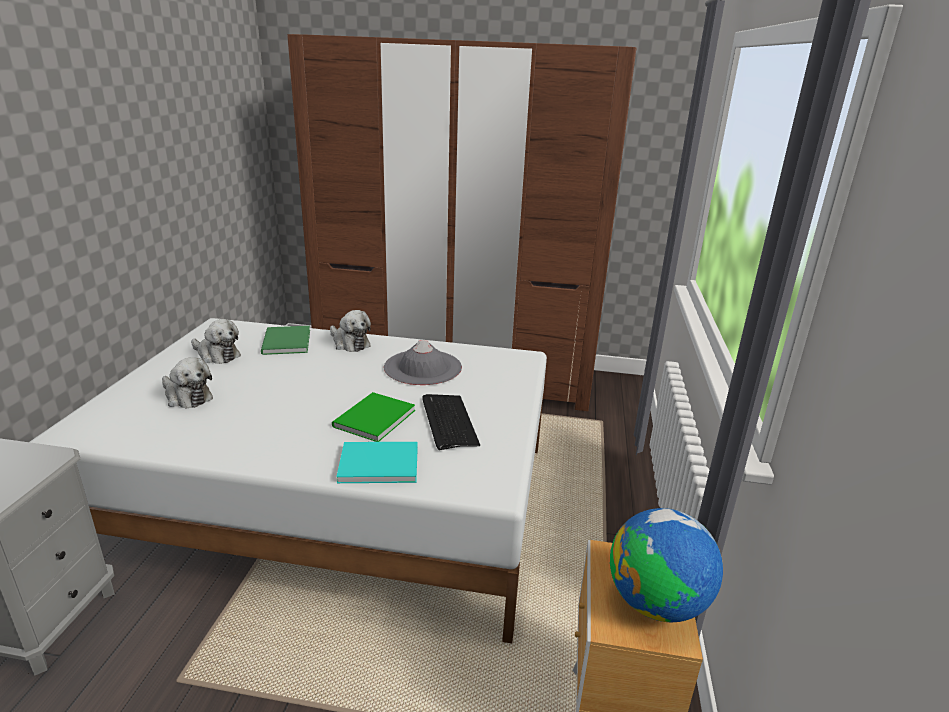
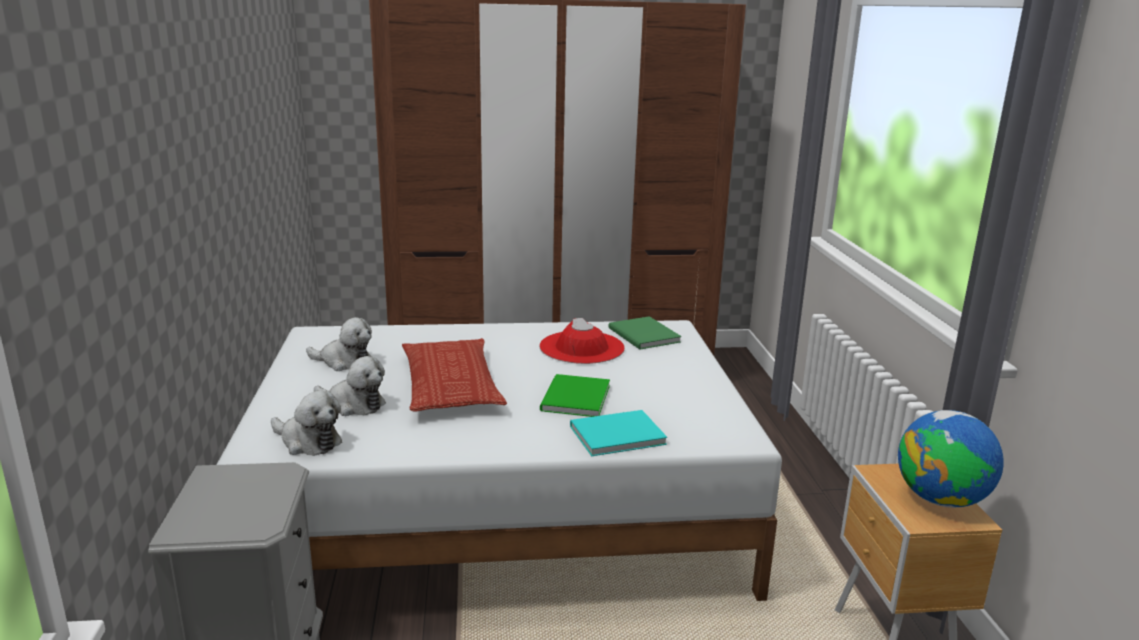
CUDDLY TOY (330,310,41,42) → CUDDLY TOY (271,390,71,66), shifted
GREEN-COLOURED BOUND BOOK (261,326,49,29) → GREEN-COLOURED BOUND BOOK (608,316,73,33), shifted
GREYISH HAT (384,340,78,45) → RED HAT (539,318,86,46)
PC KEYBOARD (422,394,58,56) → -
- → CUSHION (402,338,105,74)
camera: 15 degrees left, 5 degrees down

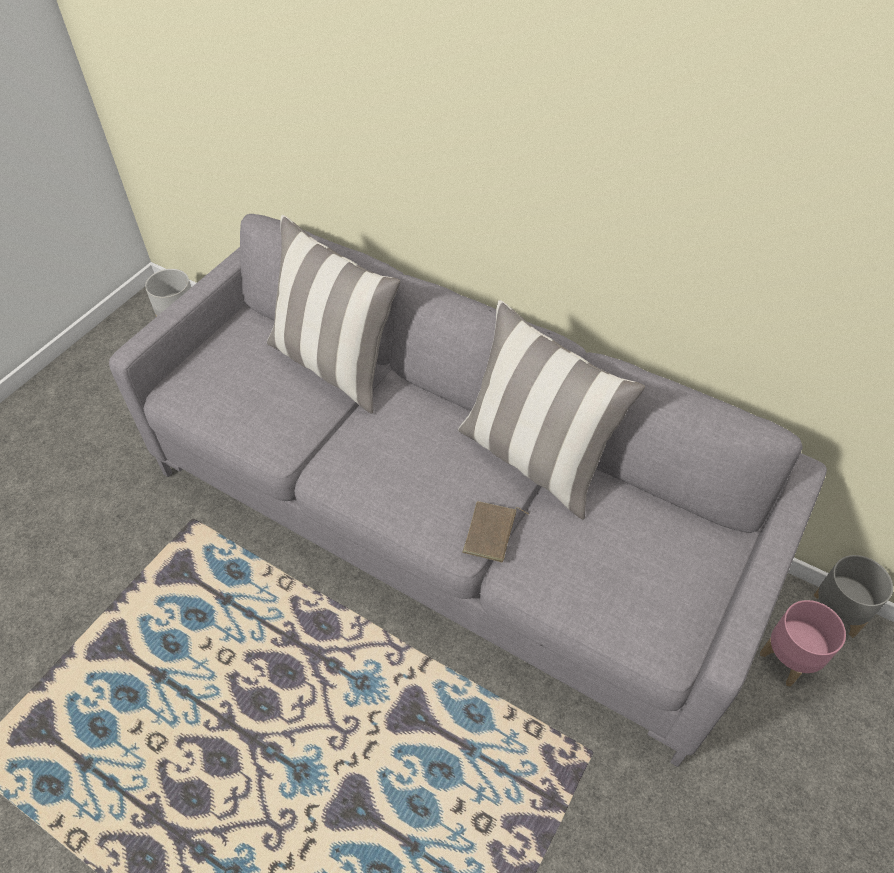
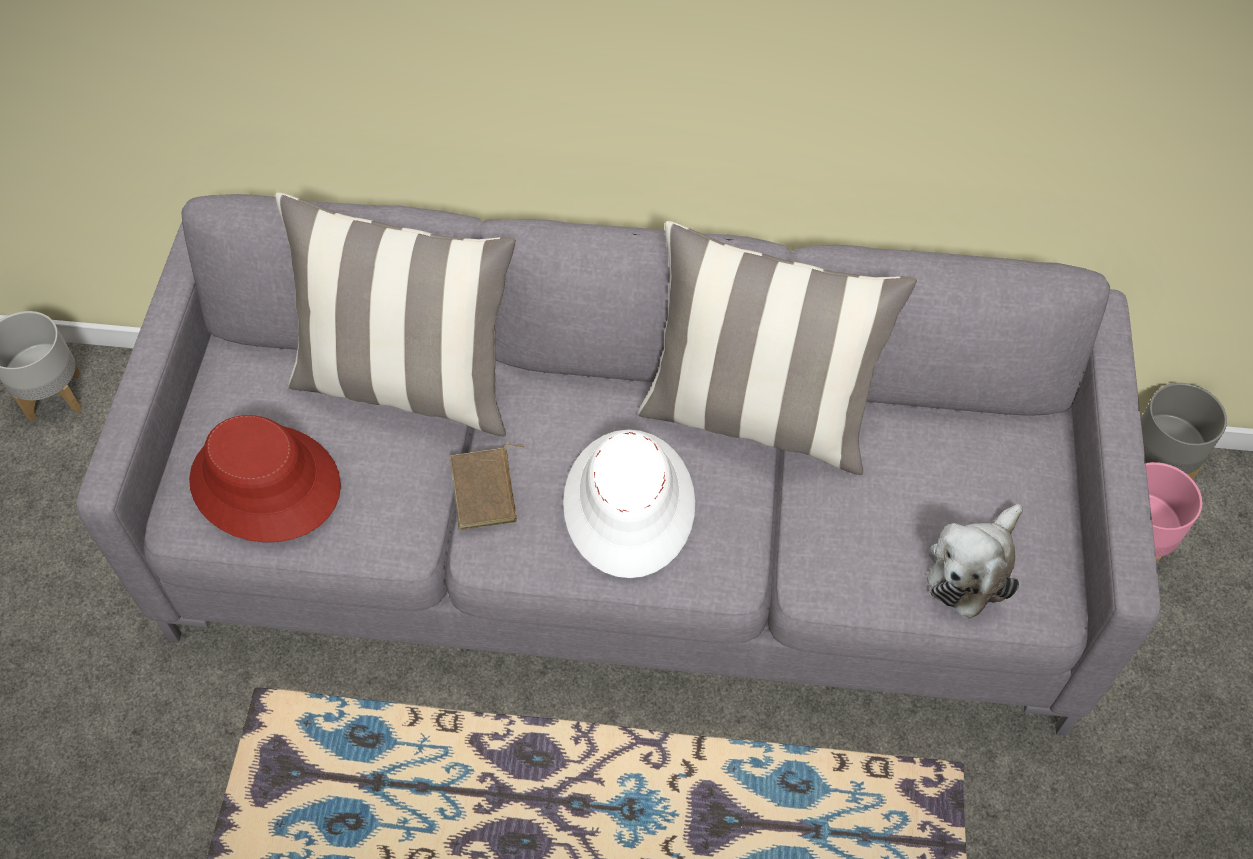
BROWN-COLOURED BOUND BOOK (462,501,67,61) → BROWN-COLOURED BOUND BOOK (450,444,75,86), shifted
- → RED HAT (189,415,152,127)
- → WHITE-COLOURED HAT (563,430,132,148)
- → CUDDLY TOY (928,504,95,115)
camera: 25 degrees left, 5 degrees up

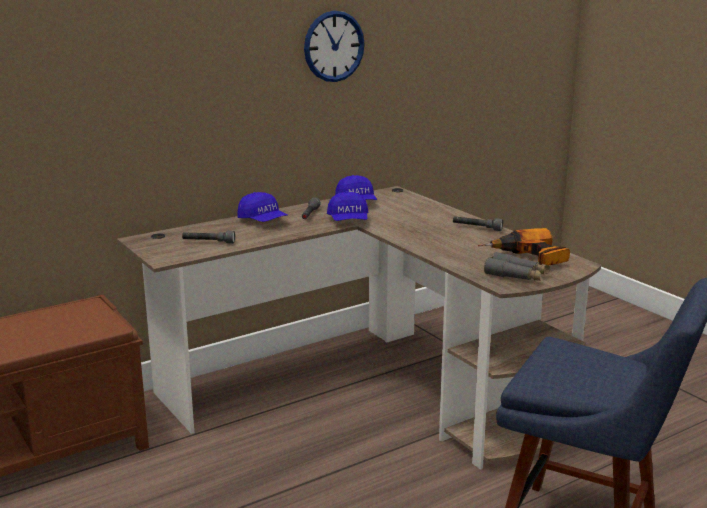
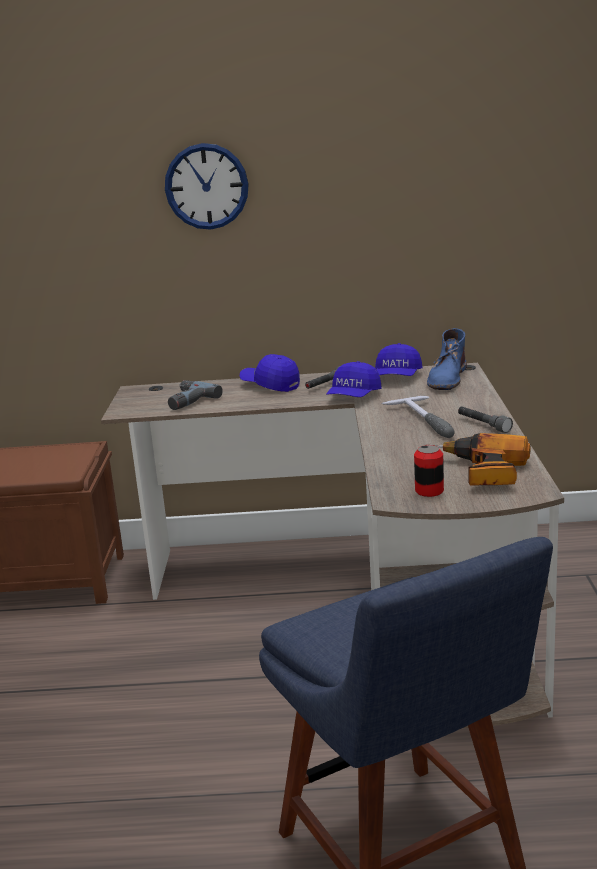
HANGING CLOCK (304,11,61,71) → HANGING CLOCK (165,143,84,87), shifted
BLUE PEAKED CAP (238,192,50,30) → BLUE PEAKED CAP (240,354,60,38), 135 degrees clockwise
GREYISH FLASHLIGHT (182,230,53,14) → DRILL (168,380,55,30)
GREYISH FIELD GLASSES (484,252,66,29) → CAN (414,445,30,52)
- → BLUE BOOT (427,328,40,62)
- → TOOL HAMMER (381,396,74,42)
camera: 35 degrees right, 0 degrees up

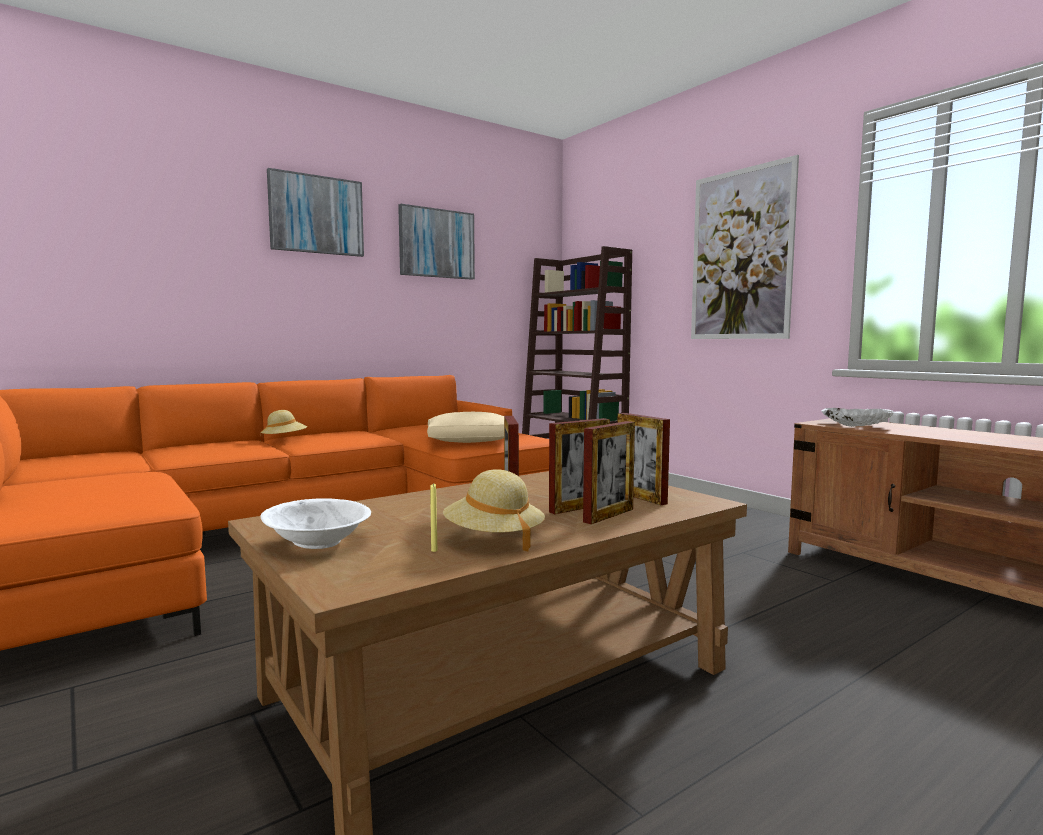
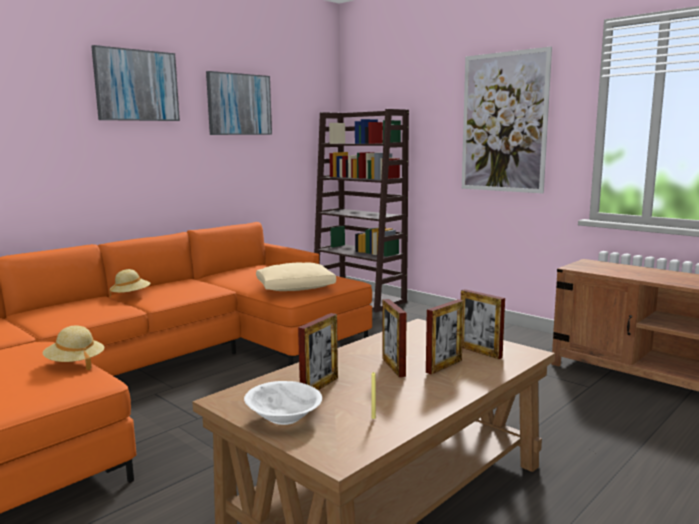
WHITE-COLOURED SERVING BOWL (821,408,73,19) → -
PHOTO FRAME (583,421,52,103) → PHOTO FRAME (298,313,40,77), shifted
SAND-COLOURED HAT (443,469,102,82) → SAND-COLOURED HAT (43,325,61,45), shifted
camera: 10 degrees left, 5 degrees up

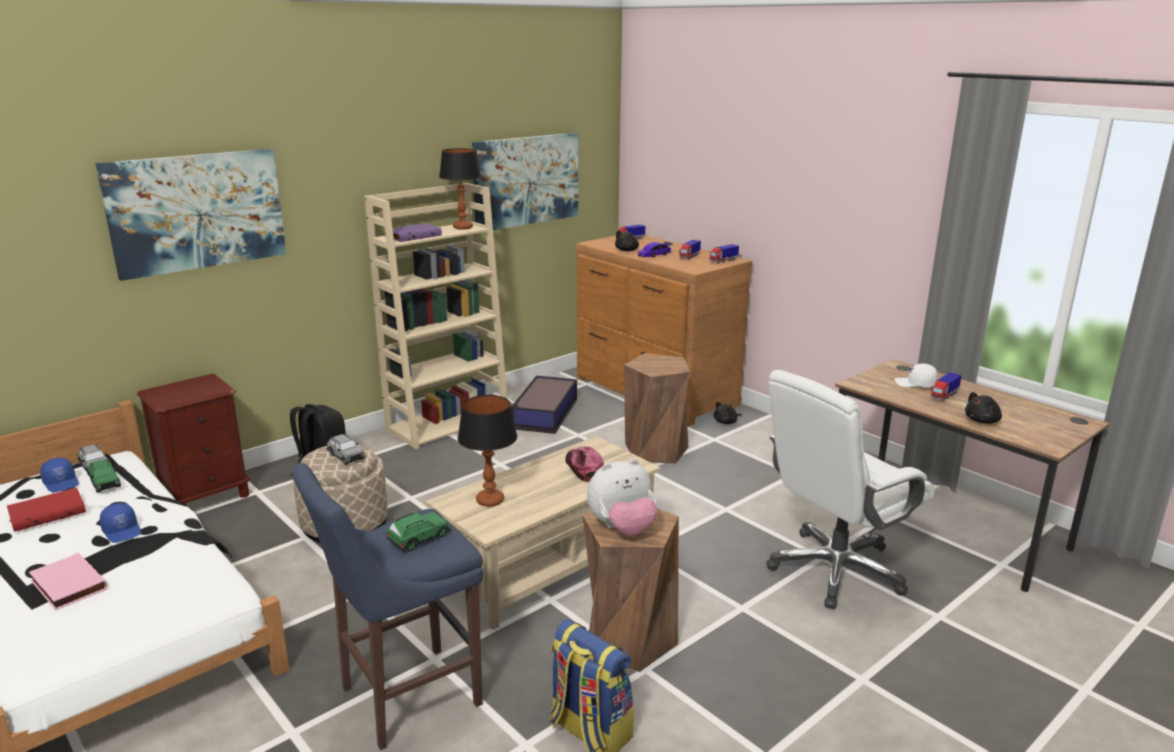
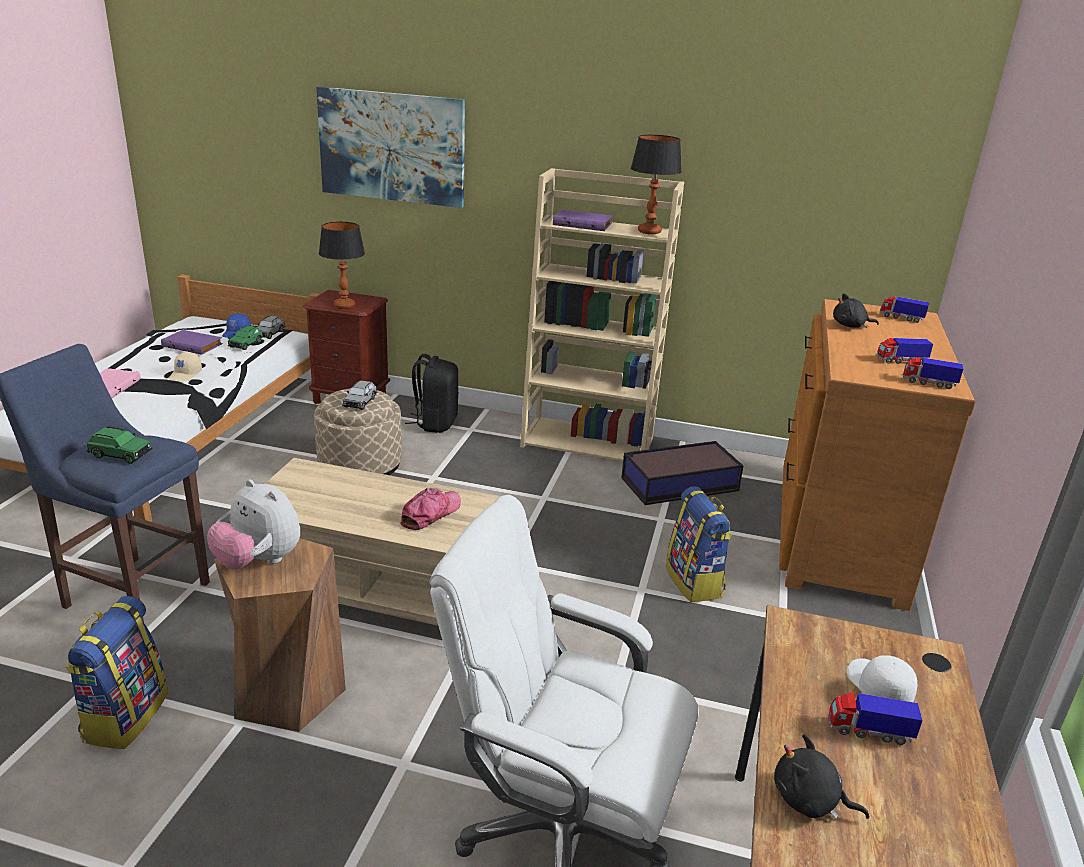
WALL PICTURE (472,133,106,97) → -
TOY CAR (638,242,35,16) → -
BROWN-COLOURED STOOL (624,353,66,111) → BACKPACK (666,486,66,116)
TABLE LAMP (458,395,59,112) → TABLE LAMP (319,222,46,87), shifted
BLACK CUDDLY TOY (714,402,28,22) → -
RED BOUND BOOK (7,487,79,45) → PURPLE-COLOURED BOUND BOOK (161,330,62,25)
BLUE PEAKED CAP (100,503,41,40) → SAND-COLOURED PEAKED CAP (168,352,34,29)
camera: 55 degrees right, 5 degrees up

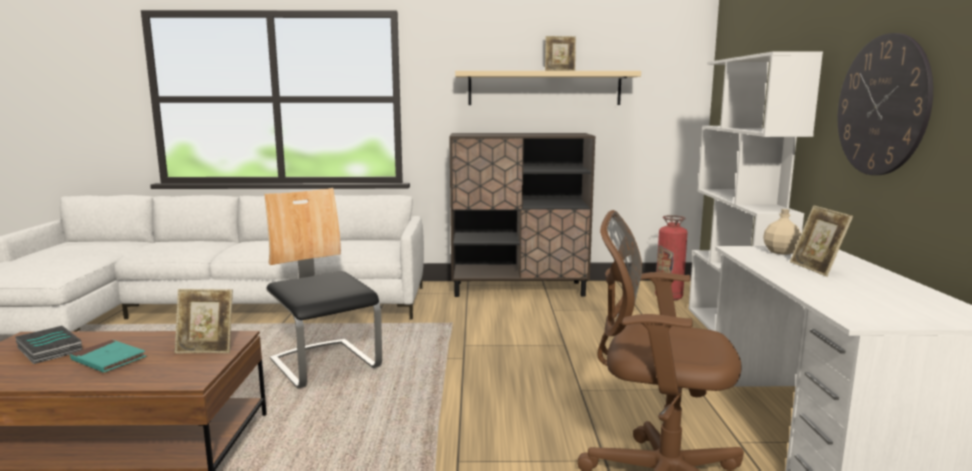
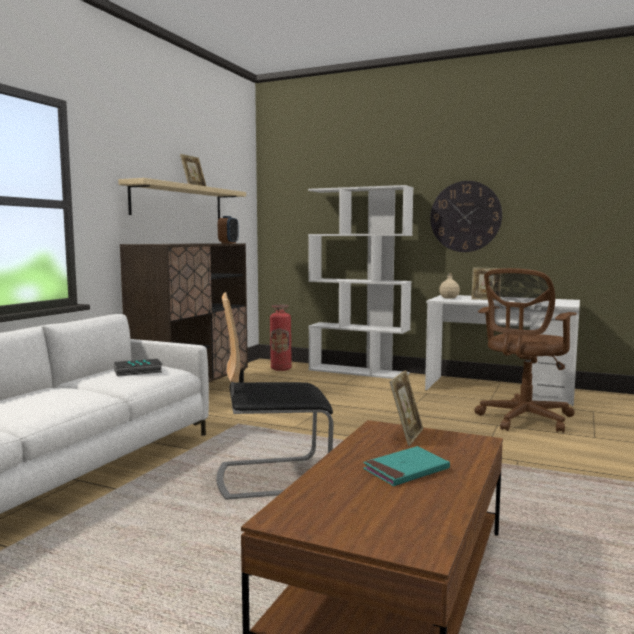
BOUND BOOK (15,326,67,38) → BOUND BOOK (114,359,48,17), shifted
- → TABLE CLOCK (218,216,21,27)
camera: 65 degrees left, 5 degrees down

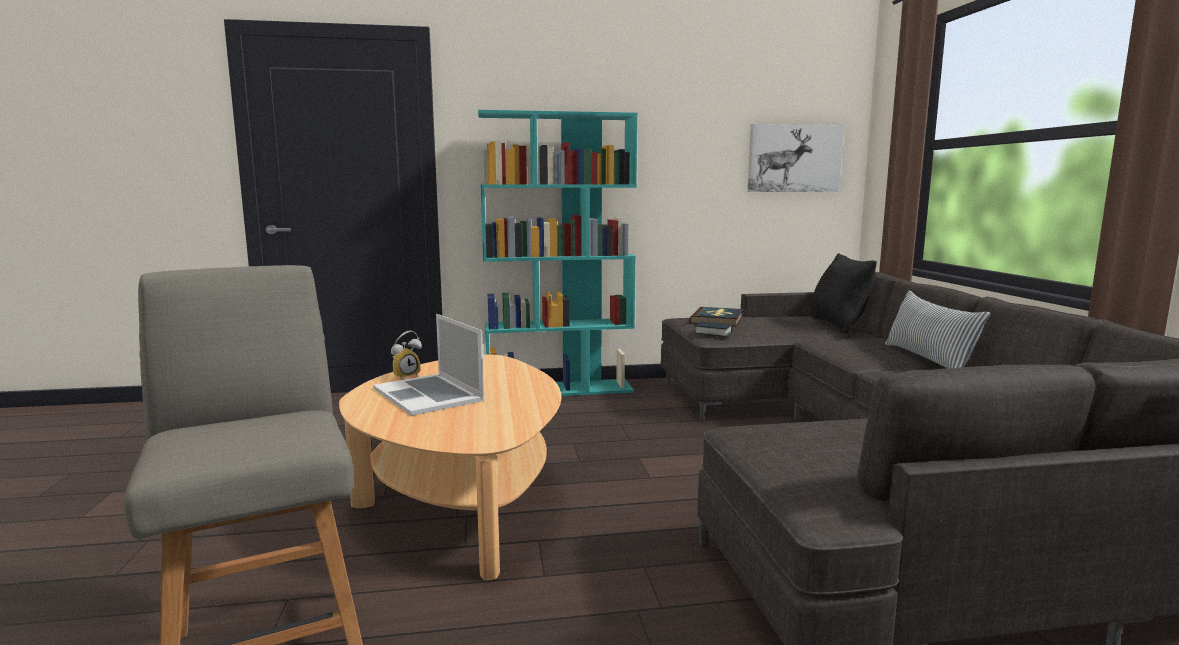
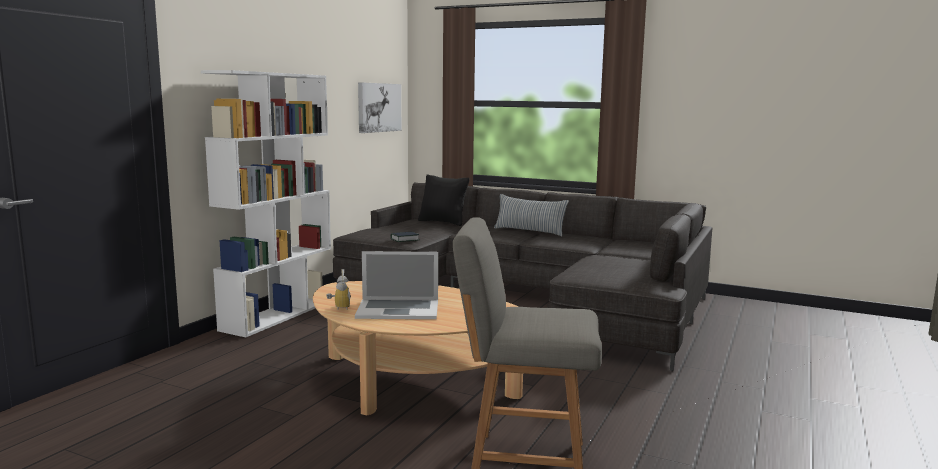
BLUE-GREEN SHELVING UNIT (478,110,160,286) → WHITE-COLOURED SHELVING UNIT (201,70,130,267)
BOUND BOOK (690,307,53,20) → -
camera: 55 degrees left, 0 degrees up

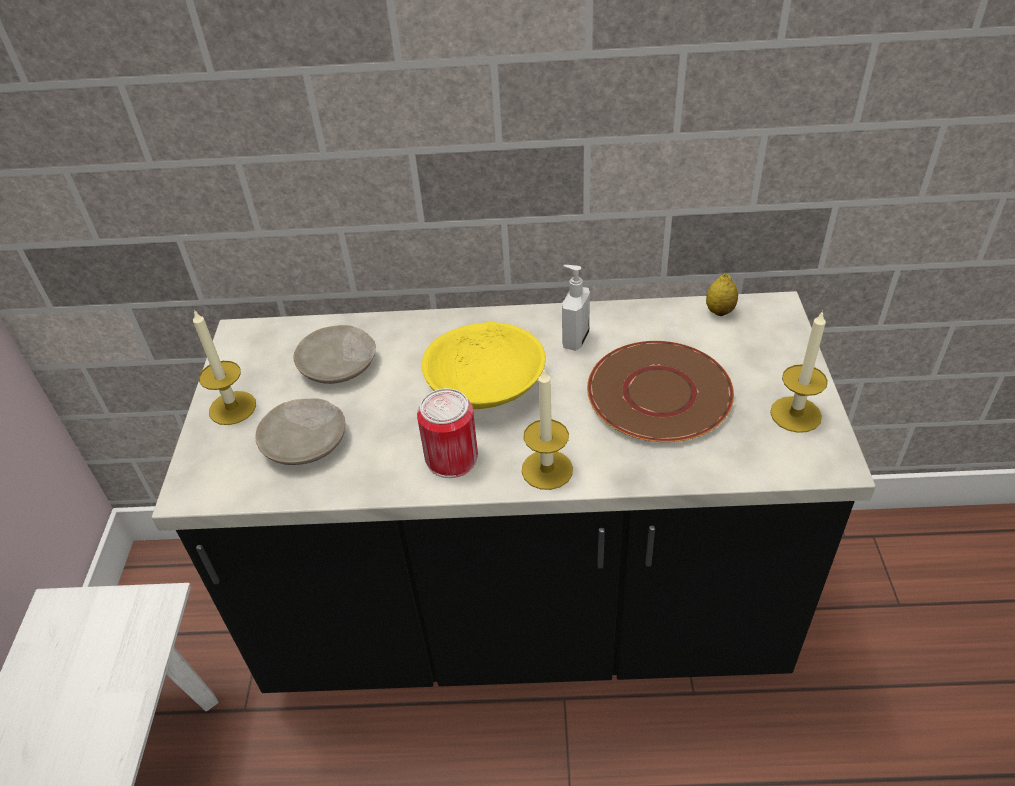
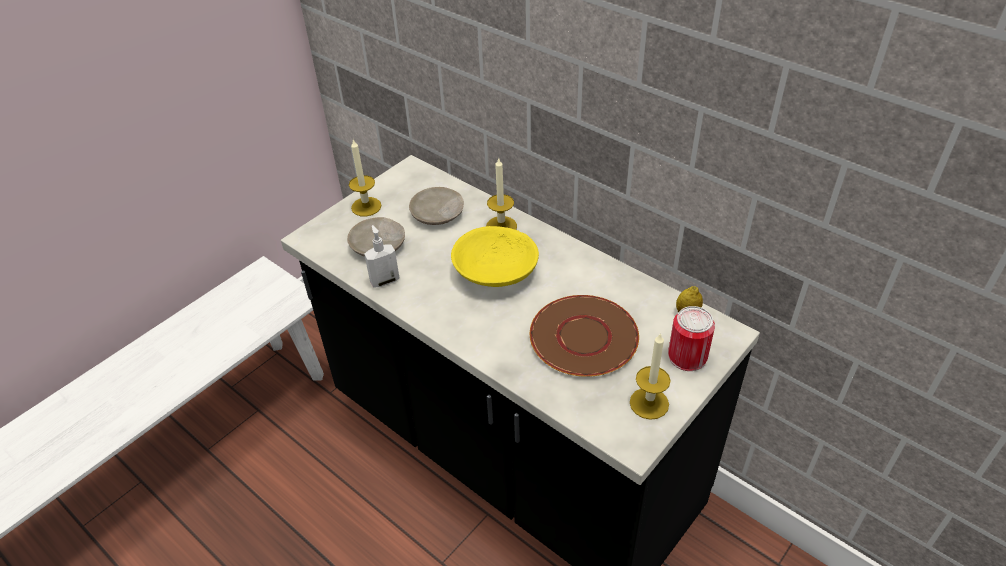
LIQUID SOAP BOTTLE (562,265,28,86) → LIQUID SOAP BOTTLE (364,225,36,62), shifted
CANDLE (522,370,51,120) → CANDLE (486,157,31,73), shifted
CAN (417,388,61,90) → CAN (668,306,47,65), shifted
camera: 40 degrees right, 0 degrees up

